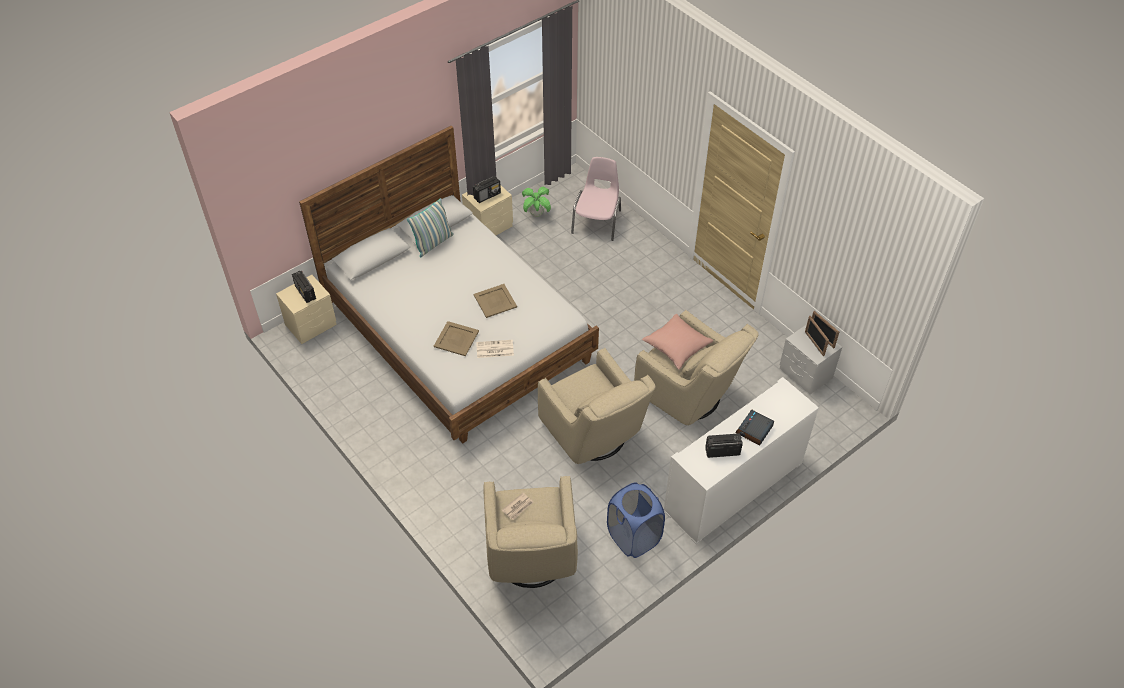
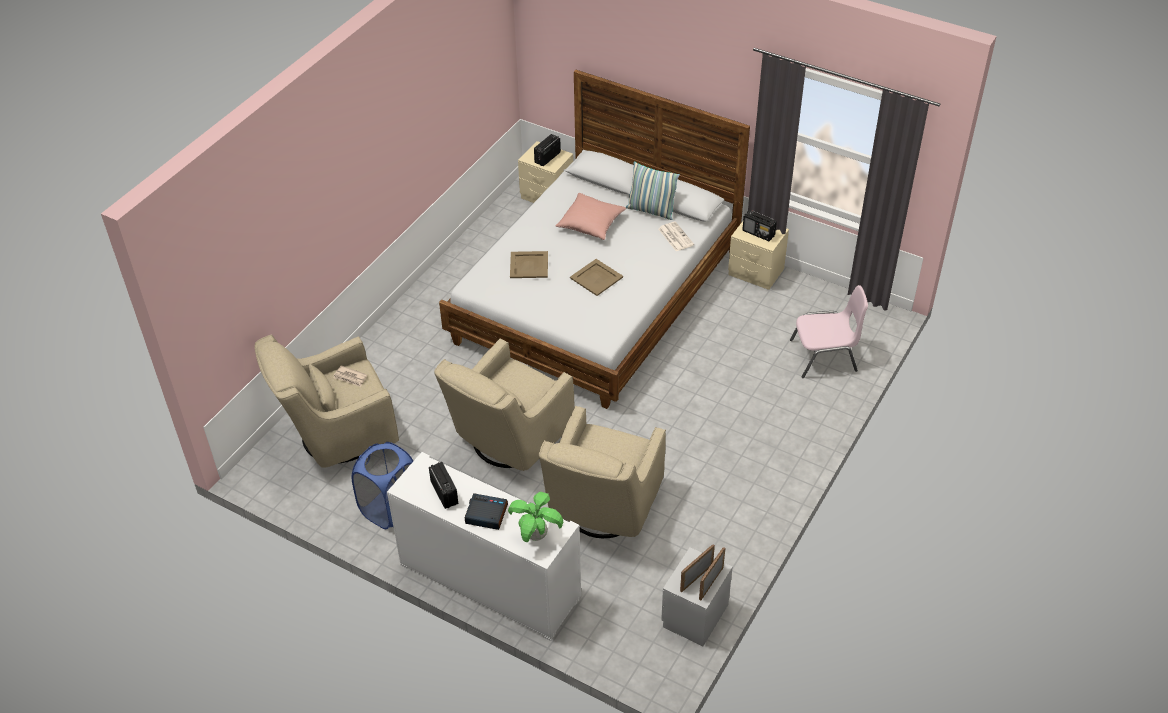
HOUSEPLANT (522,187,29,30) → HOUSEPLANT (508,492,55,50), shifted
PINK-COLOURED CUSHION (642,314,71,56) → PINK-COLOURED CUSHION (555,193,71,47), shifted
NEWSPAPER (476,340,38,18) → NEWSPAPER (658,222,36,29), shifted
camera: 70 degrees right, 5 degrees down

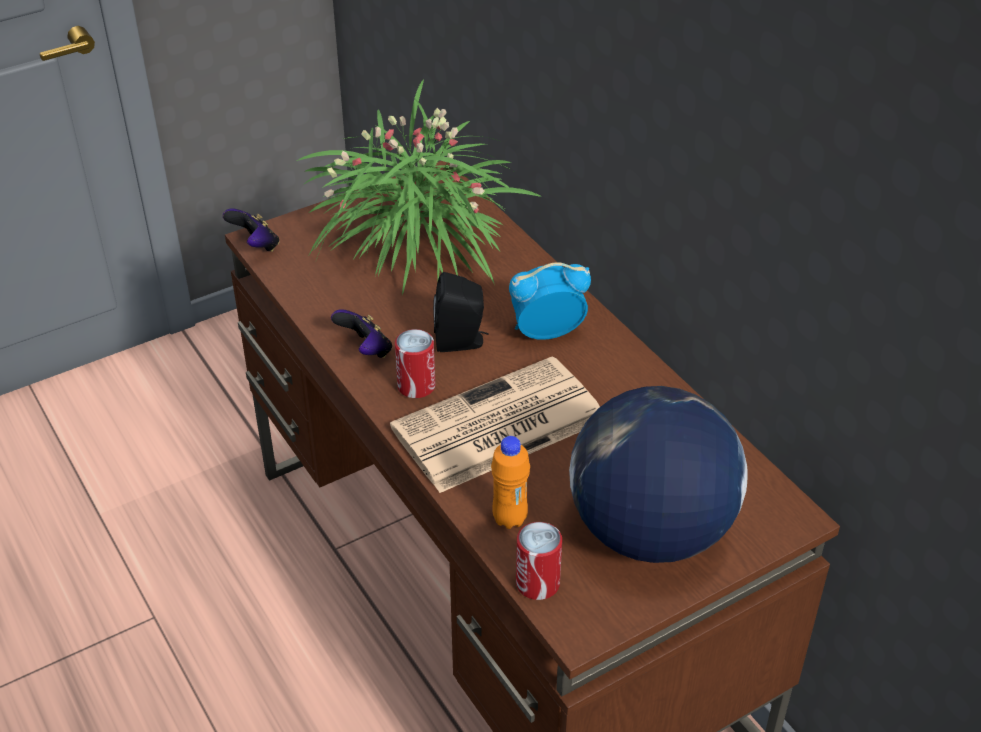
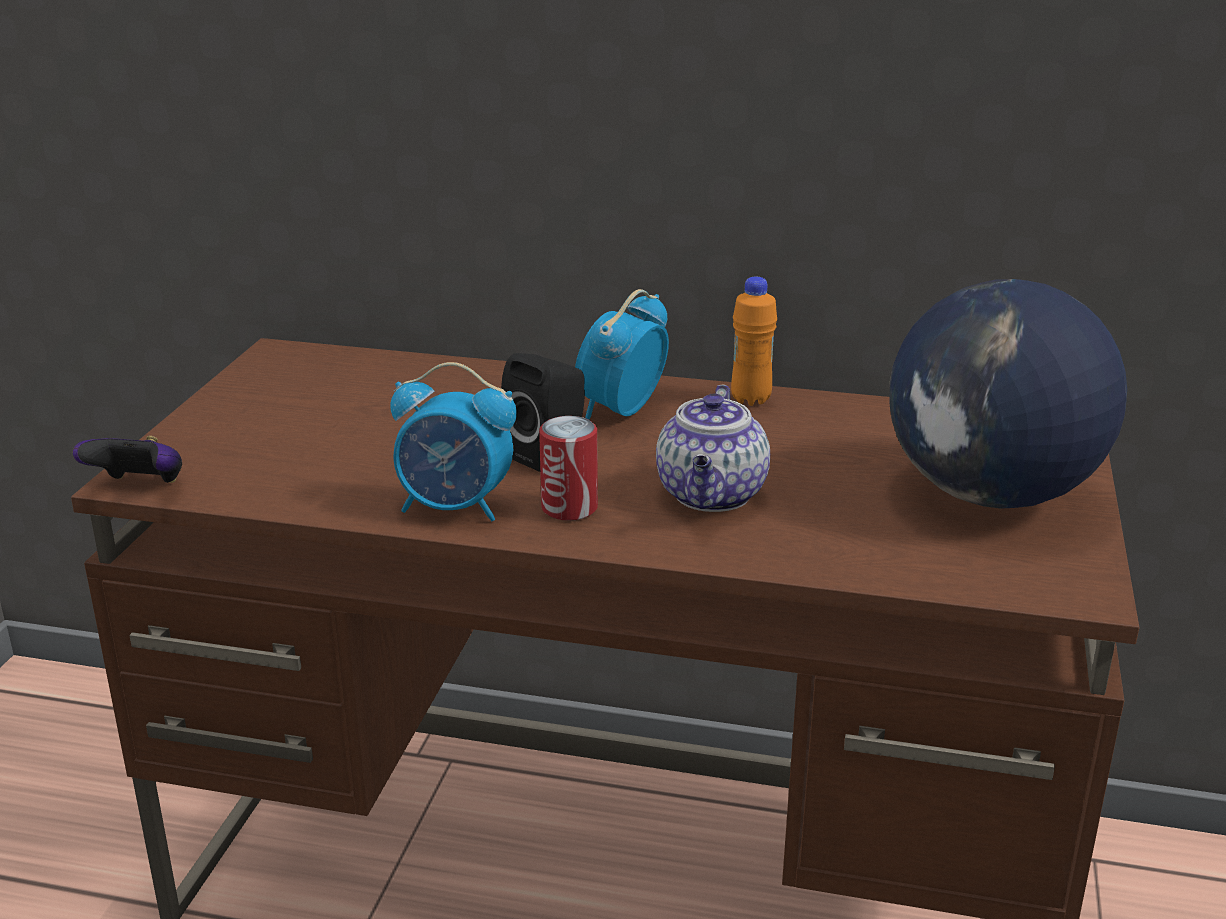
HOUSEPLANT (297,79,245,216) → -
JOYPAD (331,309,61,49) → TABLE CLOCK (390,362,127,159)
NEWSPAPER (390,356,210,137) → POT FOR TEA (656,384,114,128)
ORANGEY BOTTLE (491,436,39,93) → ORANGEY BOTTLE (731,277,46,129), shifted
CAN (516,522,46,78) → -
camera: 45 degrees left, 15 degrees down

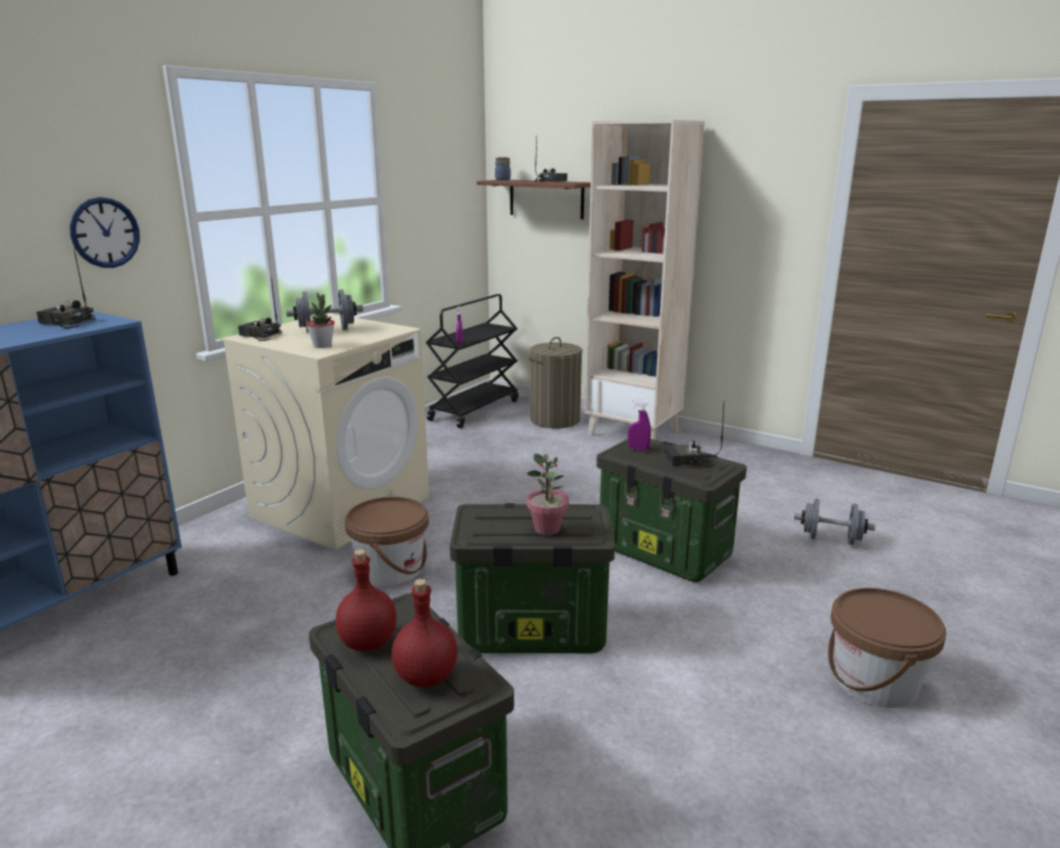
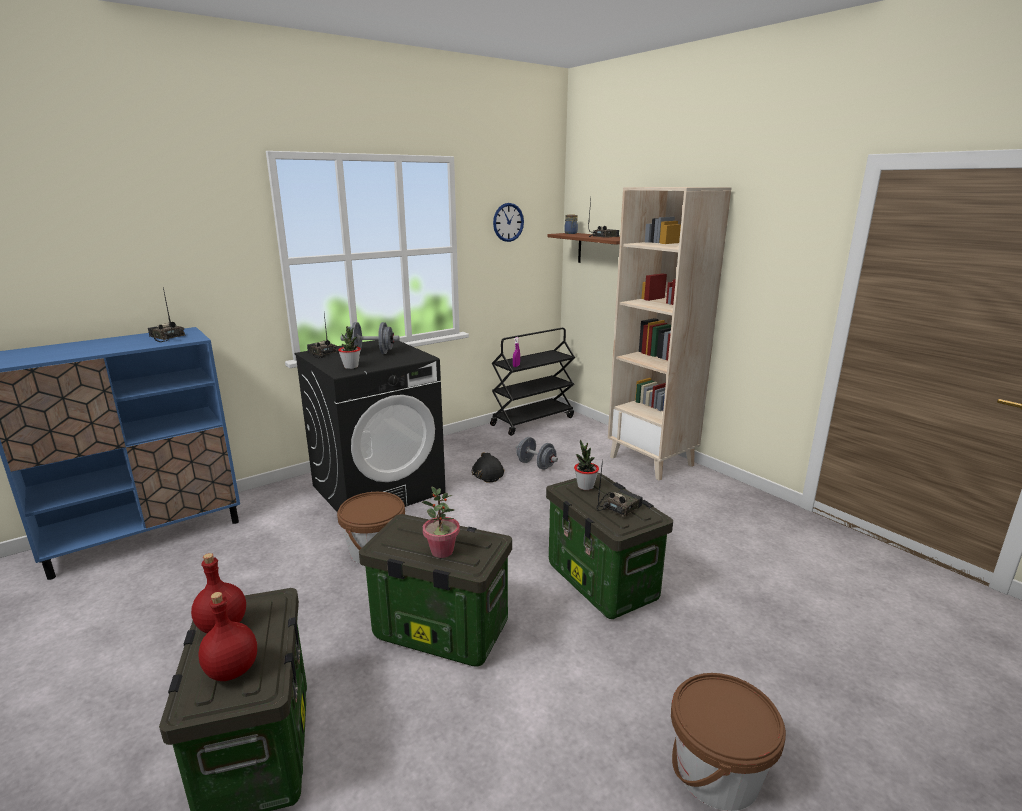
HANGING CLOCK (70,197,70,71) → HANGING CLOCK (493,203,31,39), shifted
SAND-COLOURED LAUNDRY APPLIANCE (221,313,208,237) → BLACK LAUNDRY APPLIANCE (295,340,151,172)
WASHING BASKET (529,337,53,92) → -
PURPLE-COLOURED SPRAY BOTTLE (628,399,23,52) → HOUSEPLANT (574,439,25,51)
RADIO RECEIVER (665,405,59,63) → RADIO RECEIVER (596,460,47,58), 120 degrees clockwise
GREYISH DUMBBELL (794,498,81,47) → GREYISH DUMBBELL (516,437,42,33), shifted
- → BLACK WORK HELMET (472,453,33,29)
camera: 20 degrees right, 0 degrees up

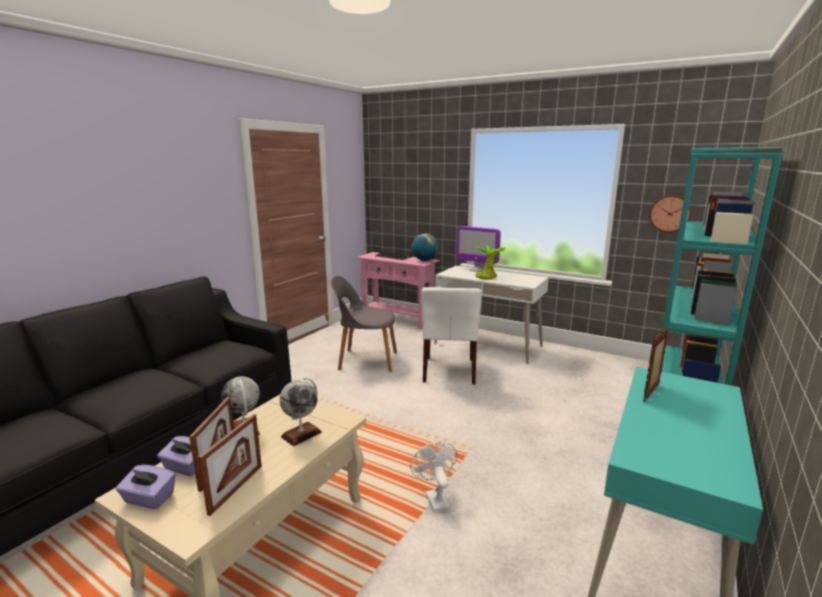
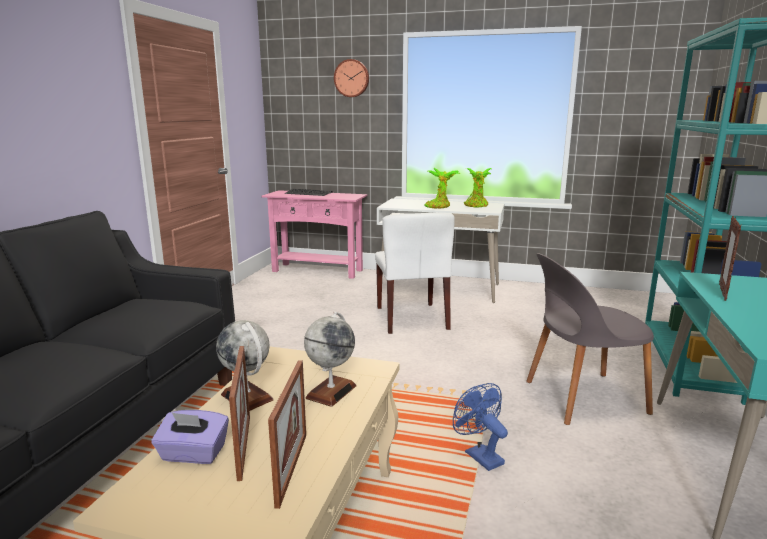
HANGING CLOCK (649,195,43,38) → HANGING CLOCK (334,59,35,38), shifted
COMPUTER DISPLAY (456,226,45,46) → -
DESK GLOBE (412,233,27,28) → -
GREYISH PLAIN CHAIR (331,276,66,96) → GREYISH PLAIN CHAIR (526,253,128,172), shifted
WHITE-COLOURED FAN (410,442,47,70) → BLUE FAN (453,383,55,88)
PURPLE-COLOURED TISSUE HOLDER (116,465,59,44) → -
- → HOUSEPLANT (464,168,28,39)
camera: 15 degrees left, 0 degrees up

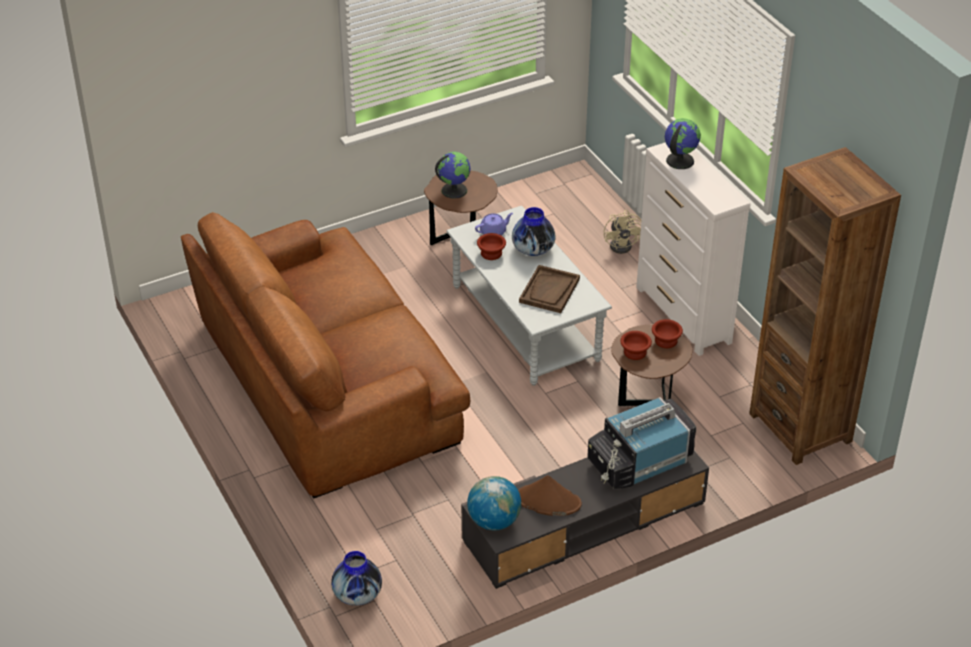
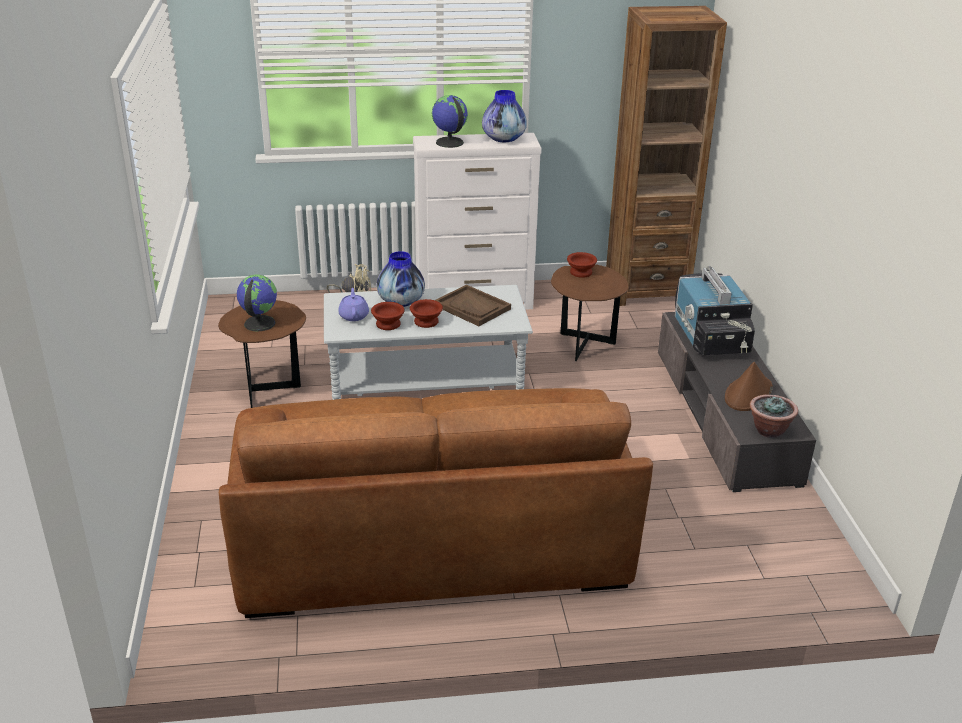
BROWN-COLOURED SERVING BOWL (620,331,32,29) → BROWN-COLOURED SERVING BOWL (410,299,33,29), shifted
DESK GLOBE (467,476,54,54) → HOUSEPLANT (750,395,48,43)
VASE (331,551,51,55) → VASE (482,90,45,52), shifted
camera: 70 degrees left, 10 degrees down

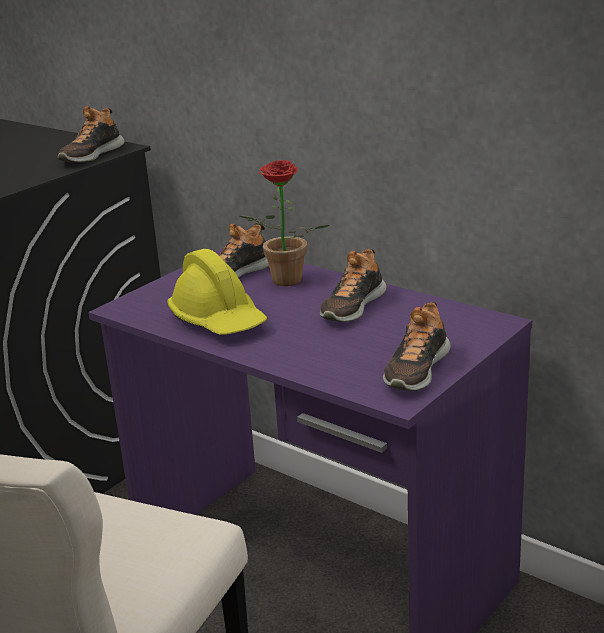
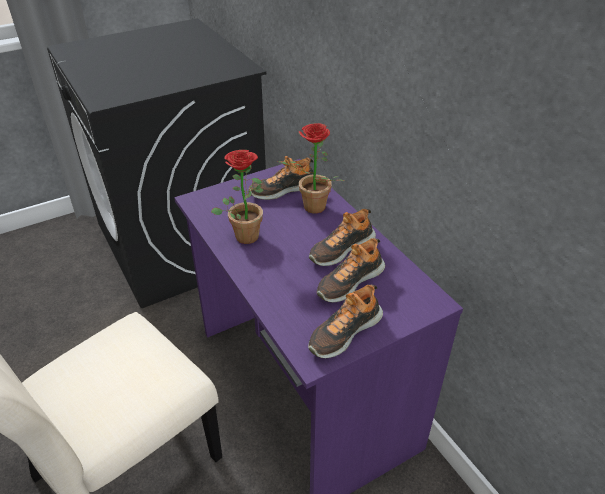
ITEM OF FOOTWEAR (57,106,68,57) → ITEM OF FOOTWEAR (317,238,68,64), shifted
YELLOW WORK HELMET (167,249,100,86) → HOUSEPLANT (211,150,53,94)
camera: 20 degrees right, 15 degrees up

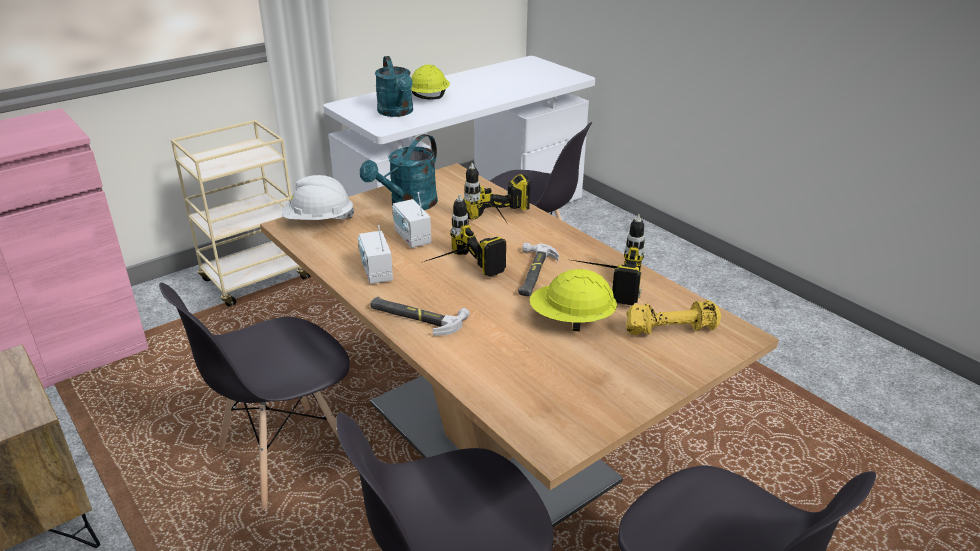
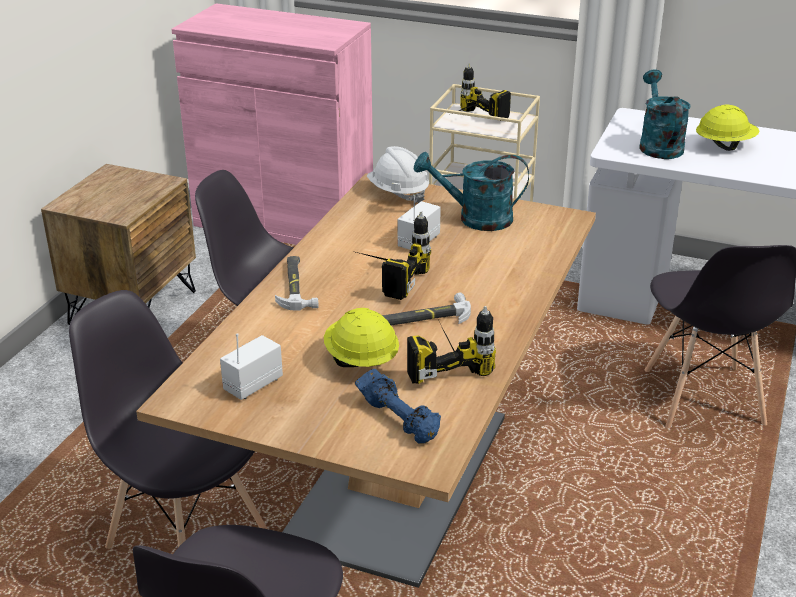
BLUE-GREEN WATERING POT (375,56,38,61) → BLUE-GREEN WATERING POT (639,69,52,90), 135 degrees clockwise
DRILL (463,163,67,61) → DRILL (459,63,52,55), shifted
RADIO RECEIVER (358,225,35,59) → RADIO RECEIVER (220,333,63,67), shifted
YELLOW DUMBBELL (626,300,95,35) → BLUE DUMBBELL (355,369,86,75)
camera: 60 degrees right, 0 degrees up

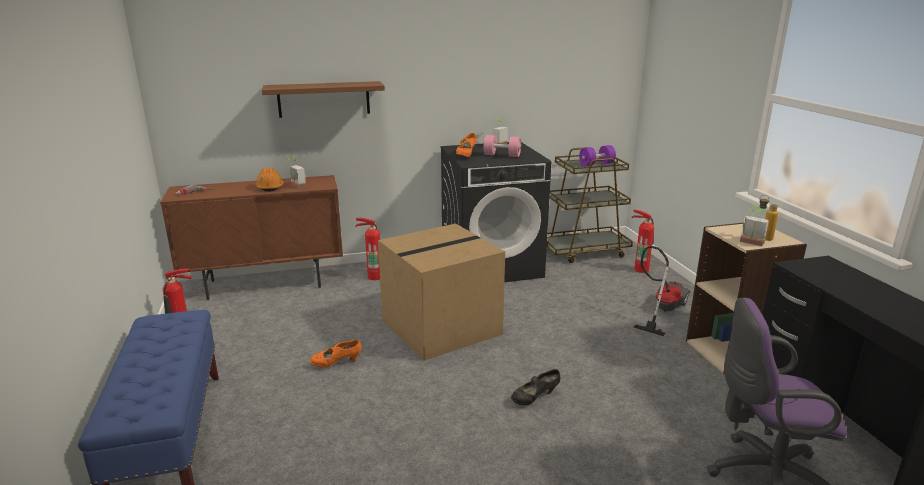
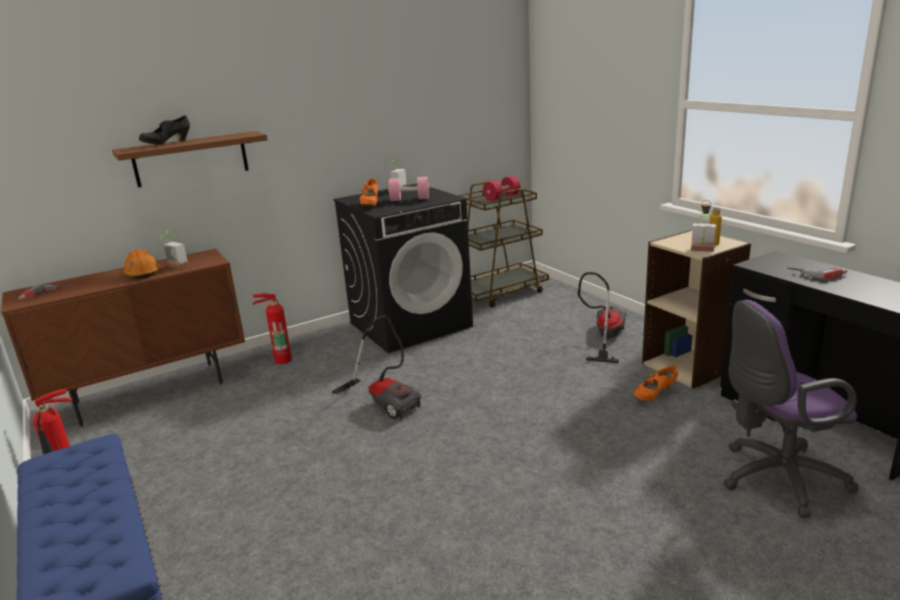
PURPLE-COLOURED DUMBBELL (579,145,37,21) → RED DUMBBELL (483,176,38,25)
EXTINGUISHER (632,209,22,64) → -
CARDBOARD BOX (378,223,127,138) → HOOVER (332,315,89,104)
ORANGEY ITEM OF FOOTWEAR (310,339,52,29) → ORANGEY ITEM OF FOOTWEAR (634,365,44,36), shifted
BLACK ITEM OF FOOTWEAR (511,369,49,36) → BLACK ITEM OF FOOTWEAR (139,115,51,30), shifted
- → DRILL (787,267,60,14)
camera: 15 degrees left, 0 degrees up

